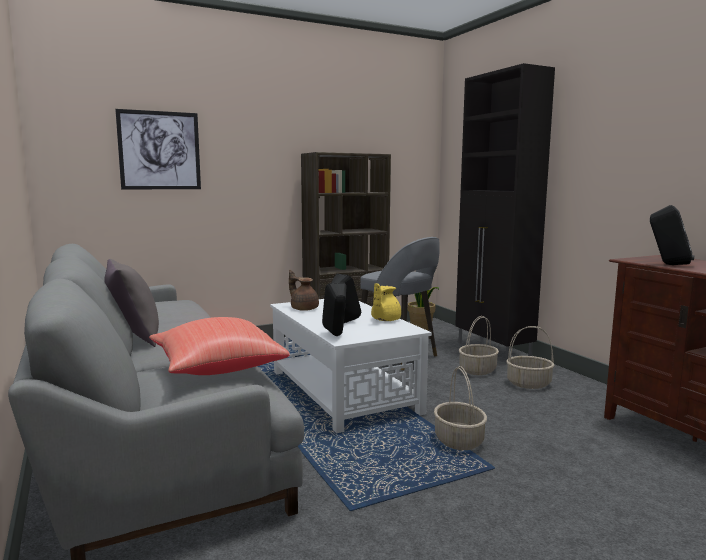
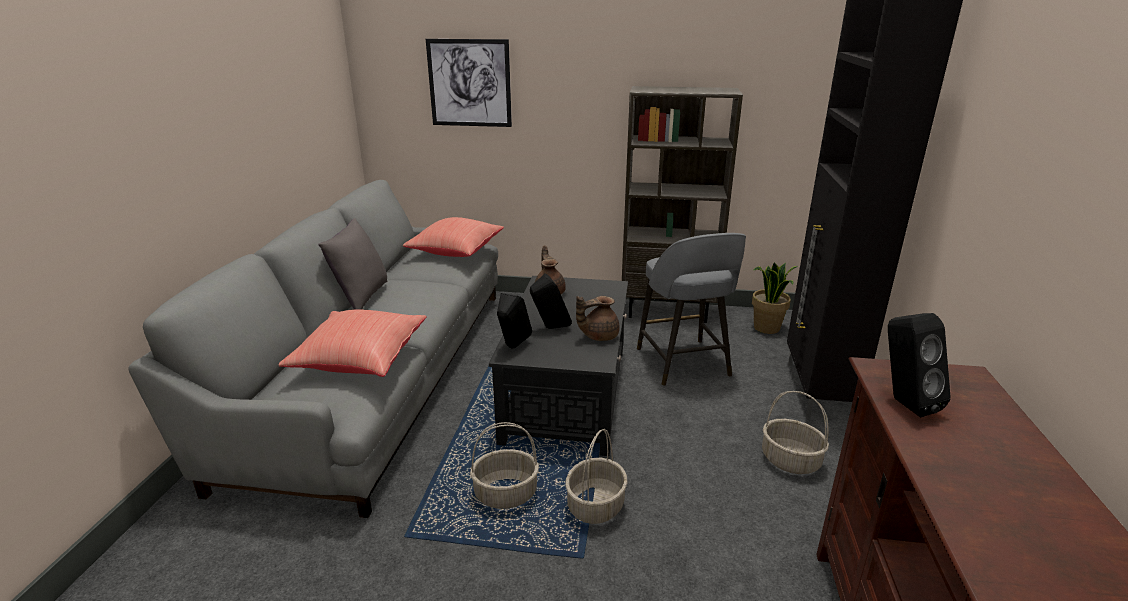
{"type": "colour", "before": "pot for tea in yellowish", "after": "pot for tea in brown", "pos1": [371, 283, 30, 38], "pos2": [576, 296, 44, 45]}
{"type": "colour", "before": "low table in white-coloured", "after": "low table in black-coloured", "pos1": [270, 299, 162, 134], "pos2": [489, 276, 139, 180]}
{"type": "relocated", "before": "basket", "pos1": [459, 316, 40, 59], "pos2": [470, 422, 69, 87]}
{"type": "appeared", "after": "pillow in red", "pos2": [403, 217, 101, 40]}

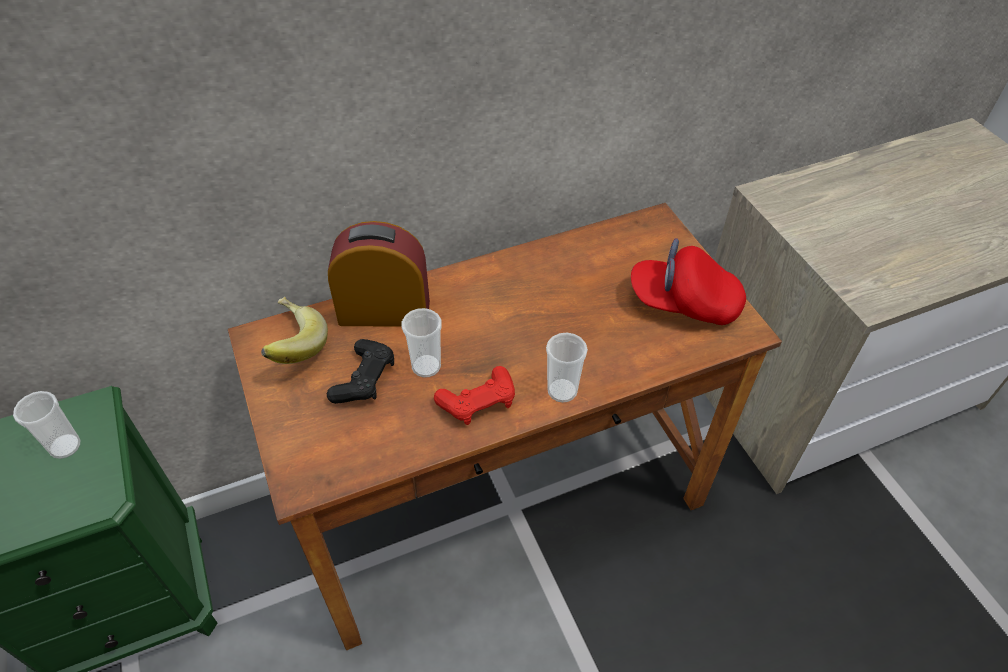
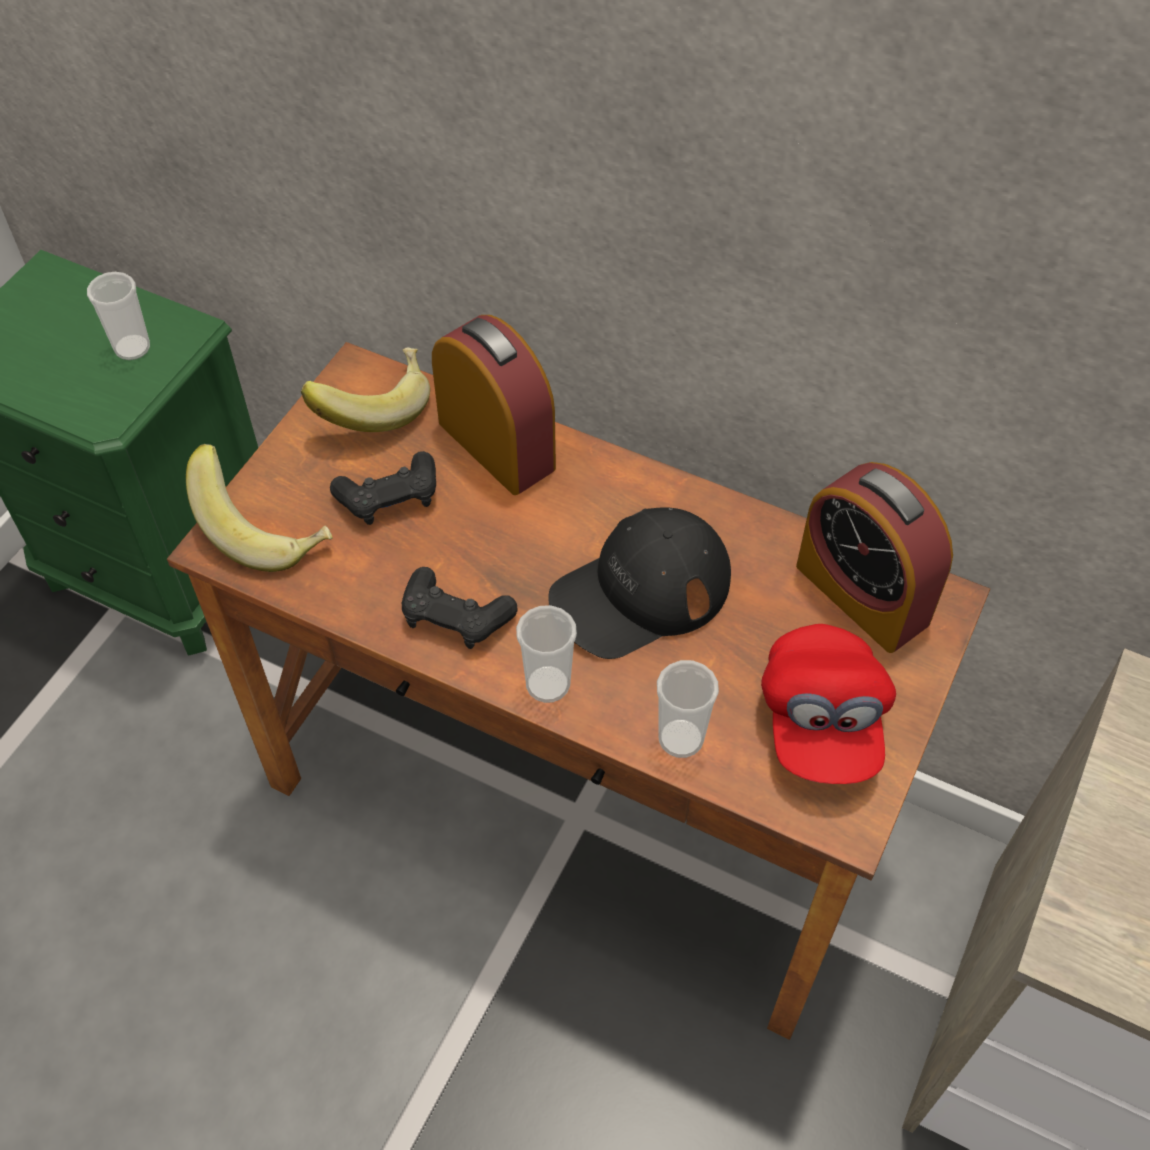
{"type": "spun", "before": "baseball cap in red", "pos1": [631, 238, 115, 87], "pos2": [761, 624, 135, 160], "turn": -150}
{"type": "relocated", "before": "drinking cup", "pos1": [402, 308, 40, 70], "pos2": [657, 660, 62, 98]}
{"type": "colour", "before": "joypad in red", "after": "joypad in black-coloured", "pos1": [434, 366, 81, 59], "pos2": [402, 567, 116, 82]}
{"type": "appeared", "after": "banana", "pos2": [186, 444, 147, 128]}
{"type": "appeared", "after": "bedside clock", "pos2": [796, 462, 157, 191]}
{"type": "appeared", "after": "baseball cap in black-coloured", "pos2": [548, 507, 183, 152]}

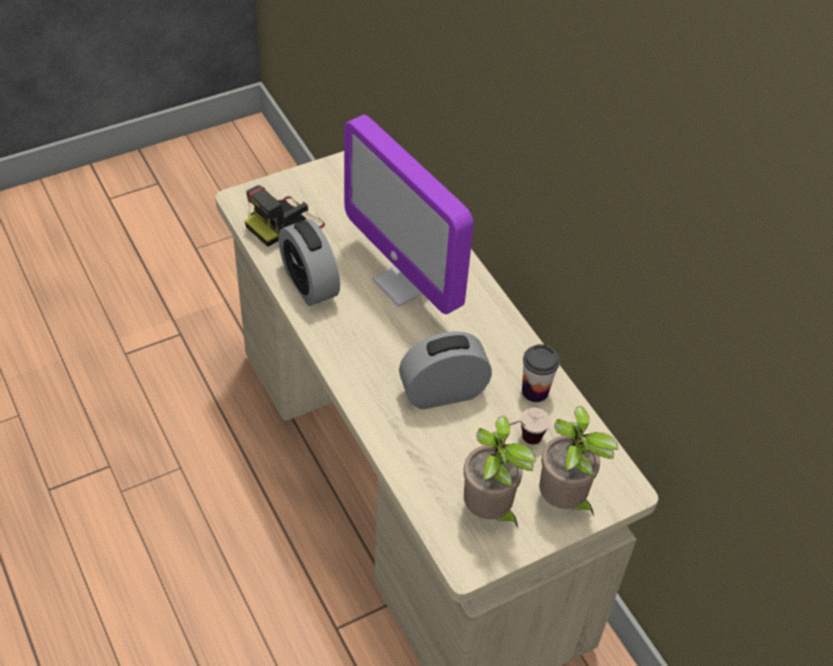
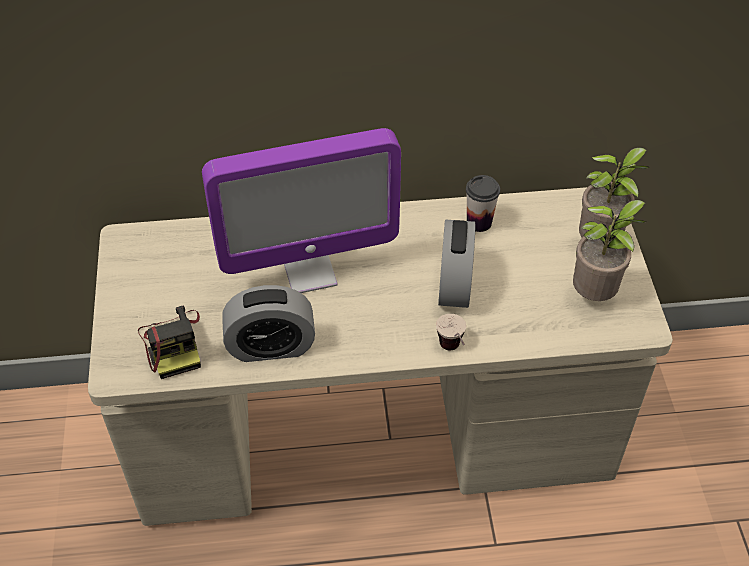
{"type": "relocated", "before": "drinking cup", "pos1": [510, 408, 40, 37], "pos2": [436, 314, 30, 36]}

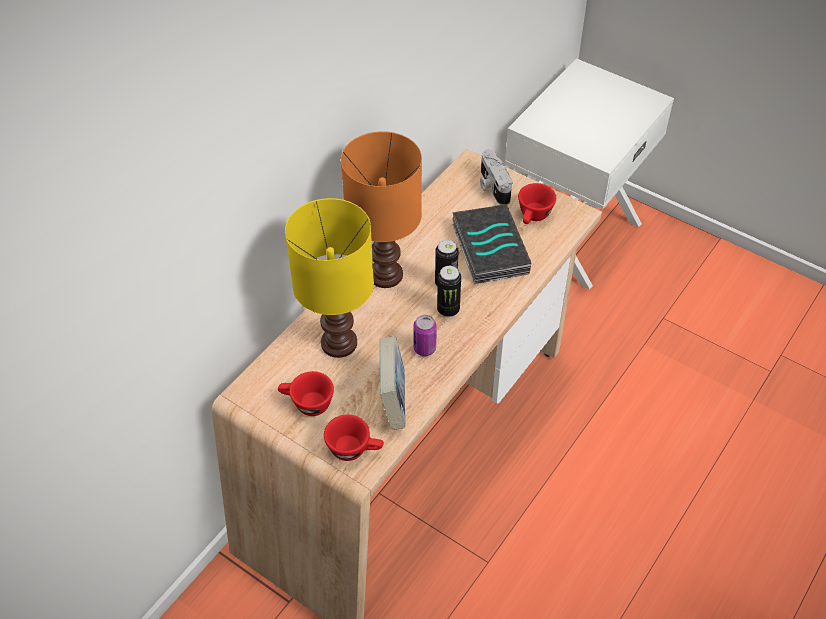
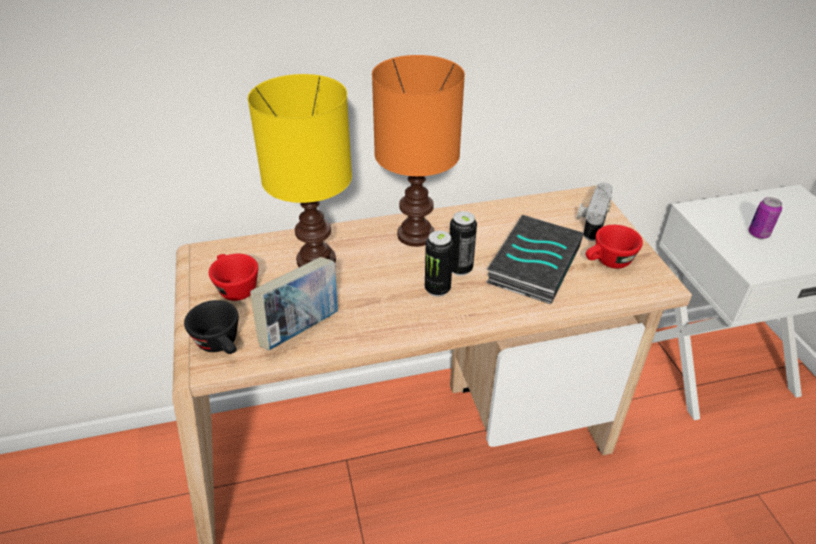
{"type": "relocated", "before": "metal can", "pos1": [413, 315, 24, 41], "pos2": [748, 197, 34, 42]}
{"type": "colour", "before": "drinking cup in red", "after": "drinking cup in black-coloured", "pos1": [324, 415, 60, 46], "pos2": [184, 300, 55, 54]}

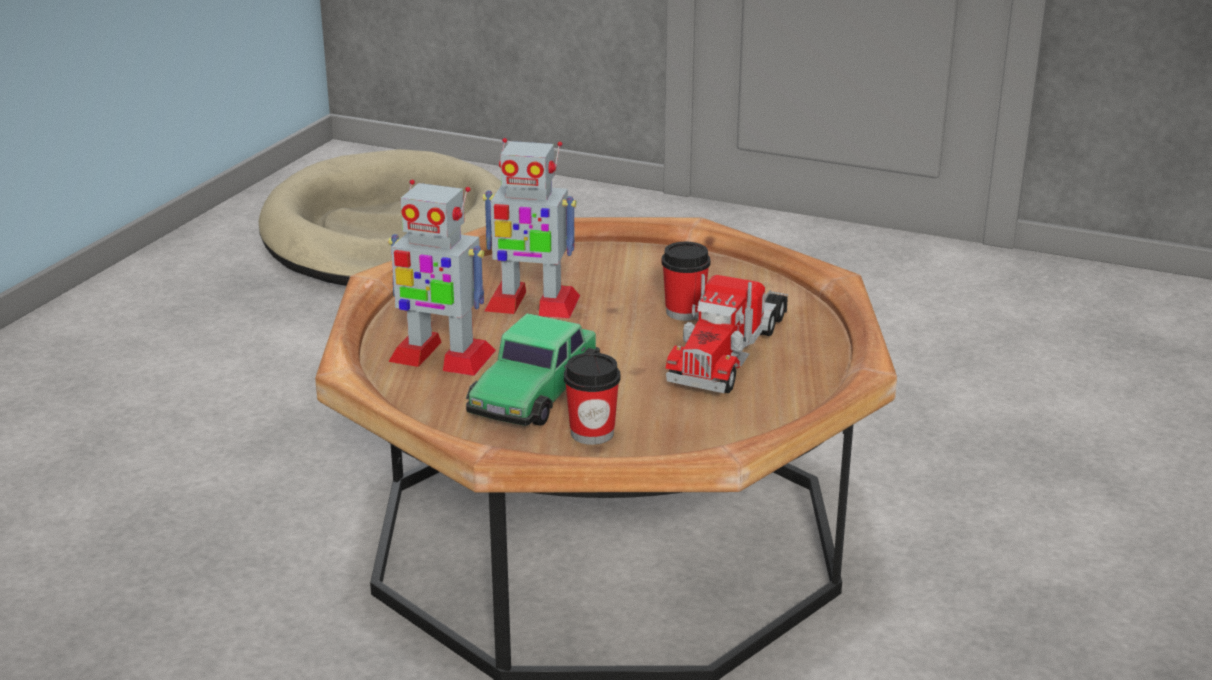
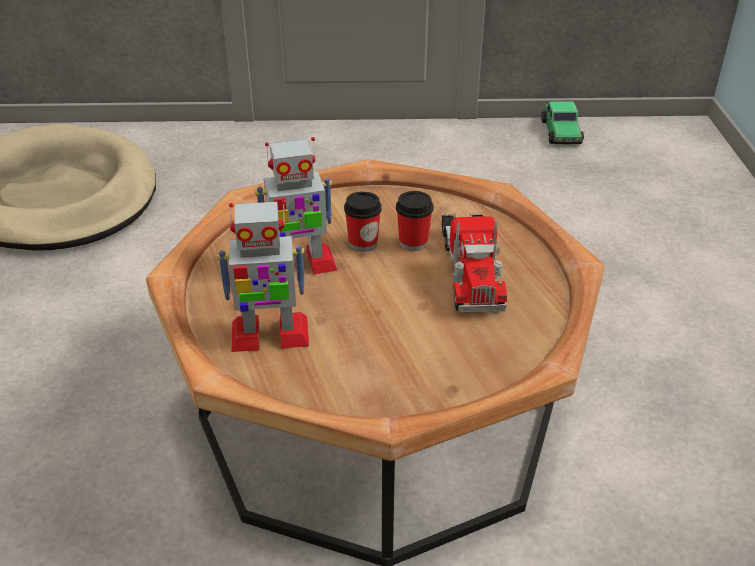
{"type": "relocated", "before": "miniature car", "pos1": [466, 313, 134, 113], "pos2": [542, 101, 42, 43]}
{"type": "relocated", "before": "drinking cup", "pos1": [564, 352, 57, 93], "pos2": [344, 191, 38, 61]}

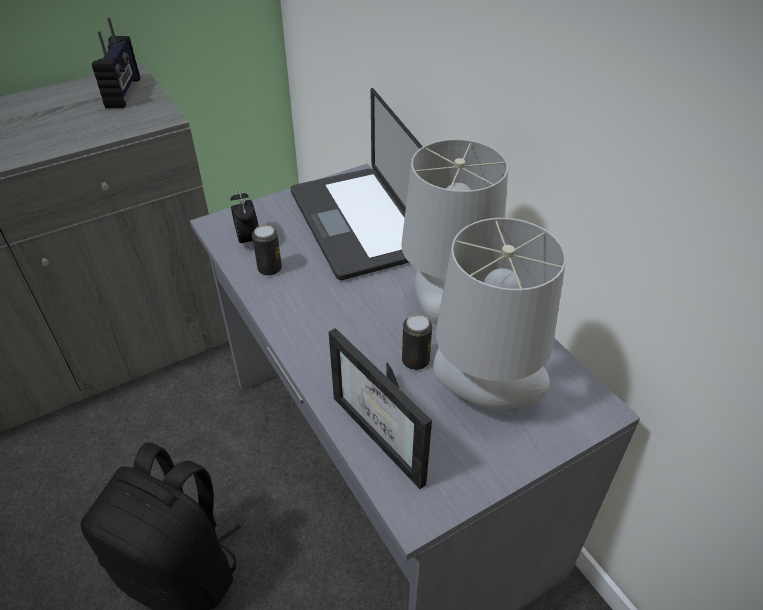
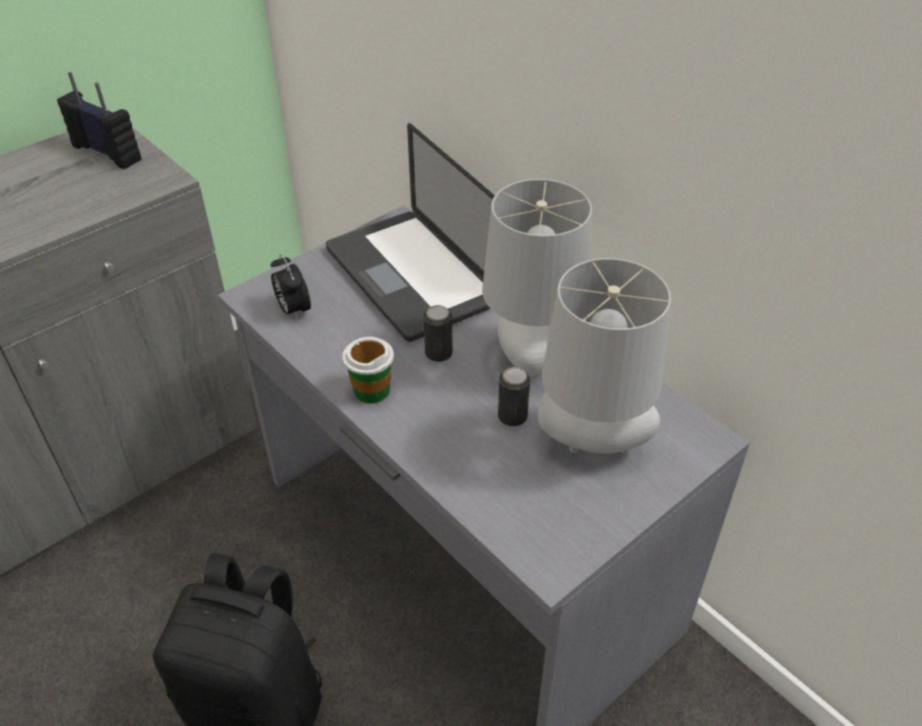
{"type": "spun", "before": "radio set", "pos1": [92, 18, 48, 90], "pos2": [57, 72, 85, 97], "turn": -45}
{"type": "relocated", "before": "metal can", "pos1": [252, 225, 30, 51], "pos2": [423, 305, 30, 57]}
{"type": "missing", "before": "standing frame", "pos1": [329, 328, 103, 161]}
{"type": "appeared", "after": "drinking cup", "pos2": [342, 337, 52, 67]}

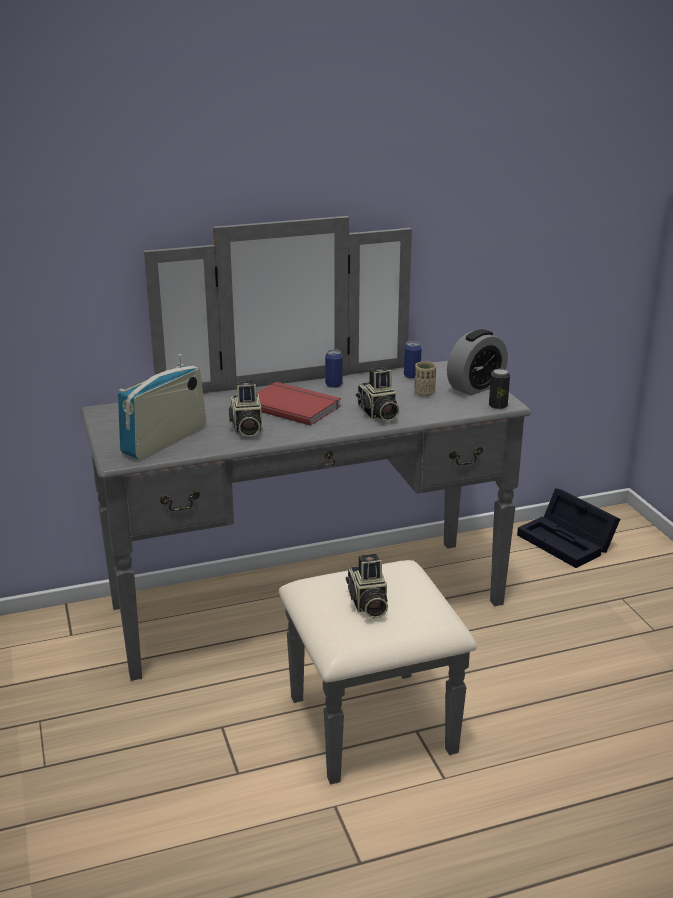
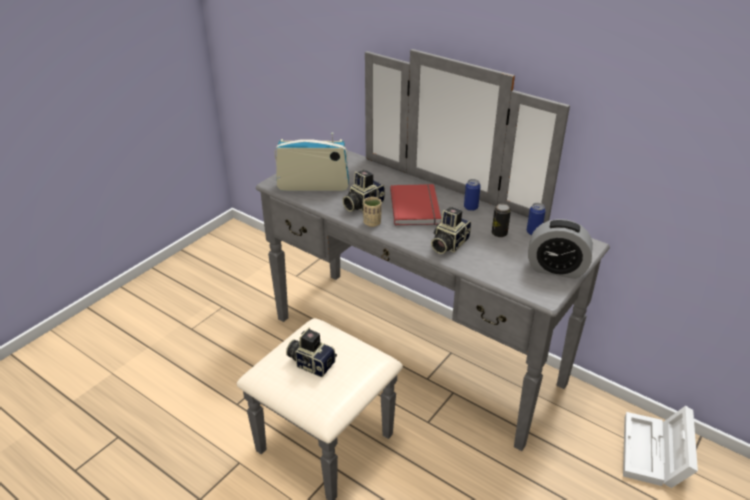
{"type": "relocated", "before": "drinking cup in beige-coloured", "pos1": [414, 361, 22, 35], "pos2": [363, 197, 19, 30]}
{"type": "relocated", "before": "metal can", "pos1": [489, 369, 21, 40], "pos2": [492, 204, 19, 33]}
{"type": "colour", "before": "storage box in black-coloured", "after": "storage box in white-coloured", "pos1": [517, 488, 103, 80], "pos2": [623, 406, 75, 82]}
{"type": "spun", "before": "photo camera", "pos1": [346, 554, 42, 65], "pos2": [286, 327, 51, 50], "turn": 75}

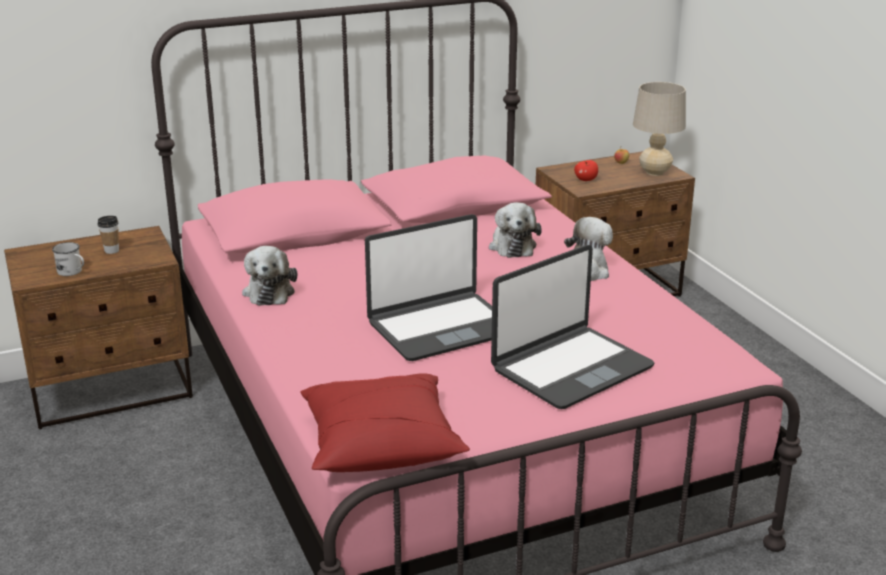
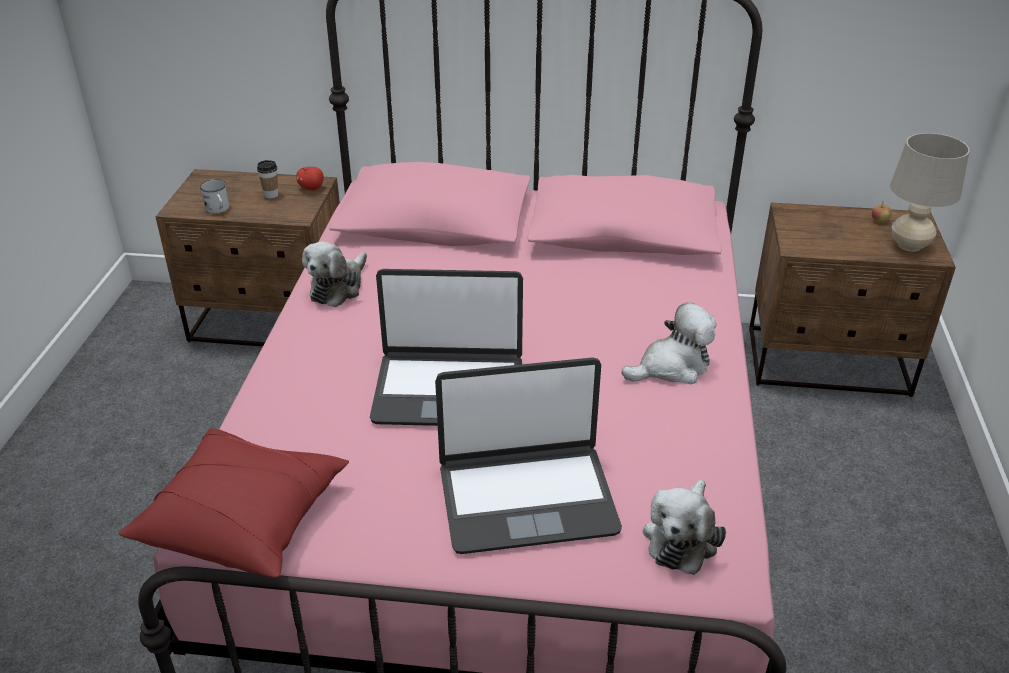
{"type": "relocated", "before": "apple fruit", "pos1": [574, 160, 24, 21], "pos2": [296, 167, 28, 23]}
{"type": "relocated", "before": "cuddly toy", "pos1": [489, 202, 53, 56], "pos2": [643, 479, 83, 96]}

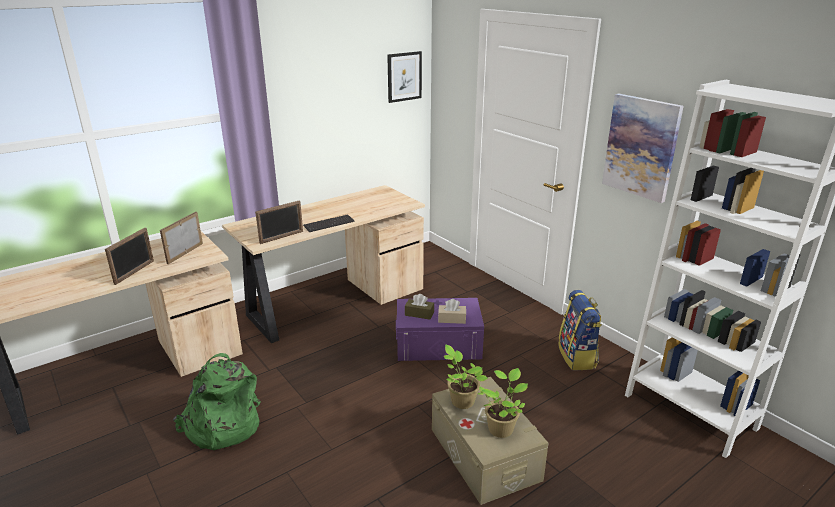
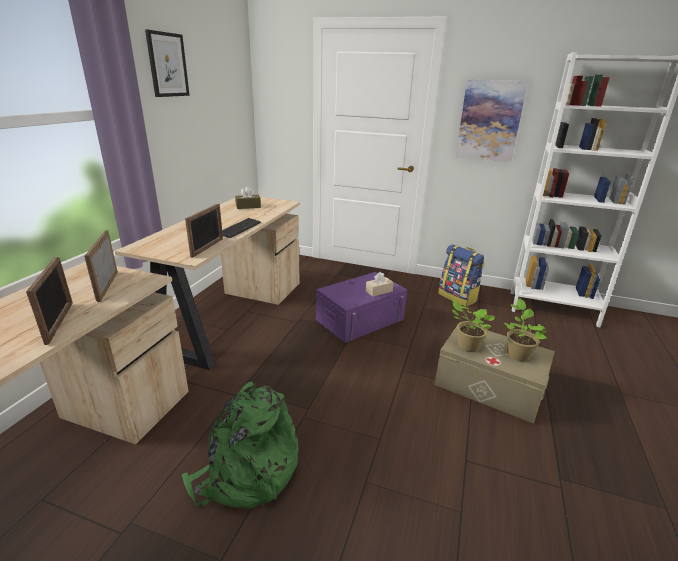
{"type": "relocated", "before": "picture", "pos1": [387, 51, 35, 52], "pos2": [145, 30, 45, 67]}
{"type": "relocated", "before": "tissue holder in brown", "pos1": [405, 294, 29, 26], "pos2": [235, 187, 26, 22]}

